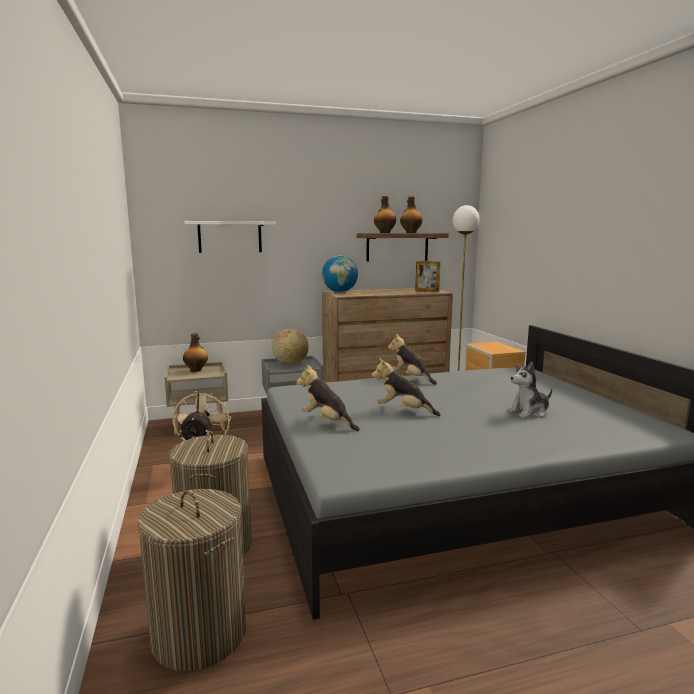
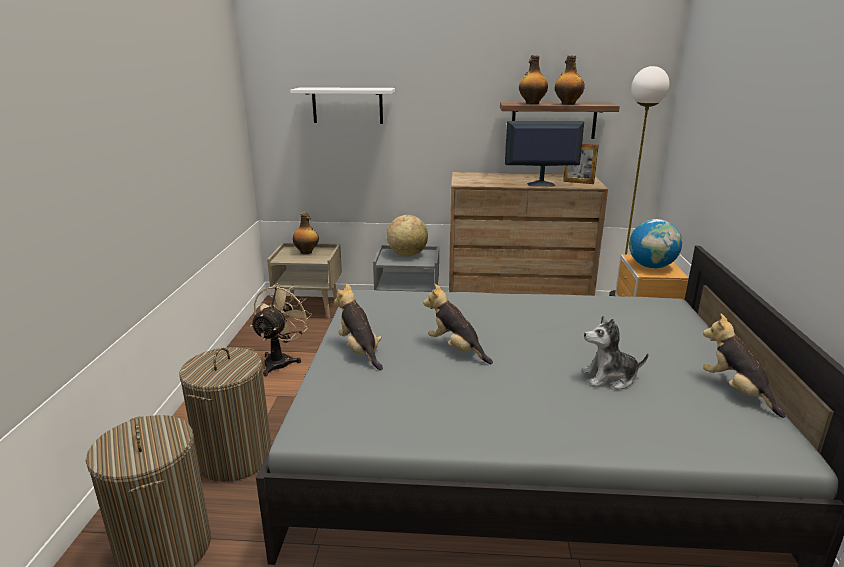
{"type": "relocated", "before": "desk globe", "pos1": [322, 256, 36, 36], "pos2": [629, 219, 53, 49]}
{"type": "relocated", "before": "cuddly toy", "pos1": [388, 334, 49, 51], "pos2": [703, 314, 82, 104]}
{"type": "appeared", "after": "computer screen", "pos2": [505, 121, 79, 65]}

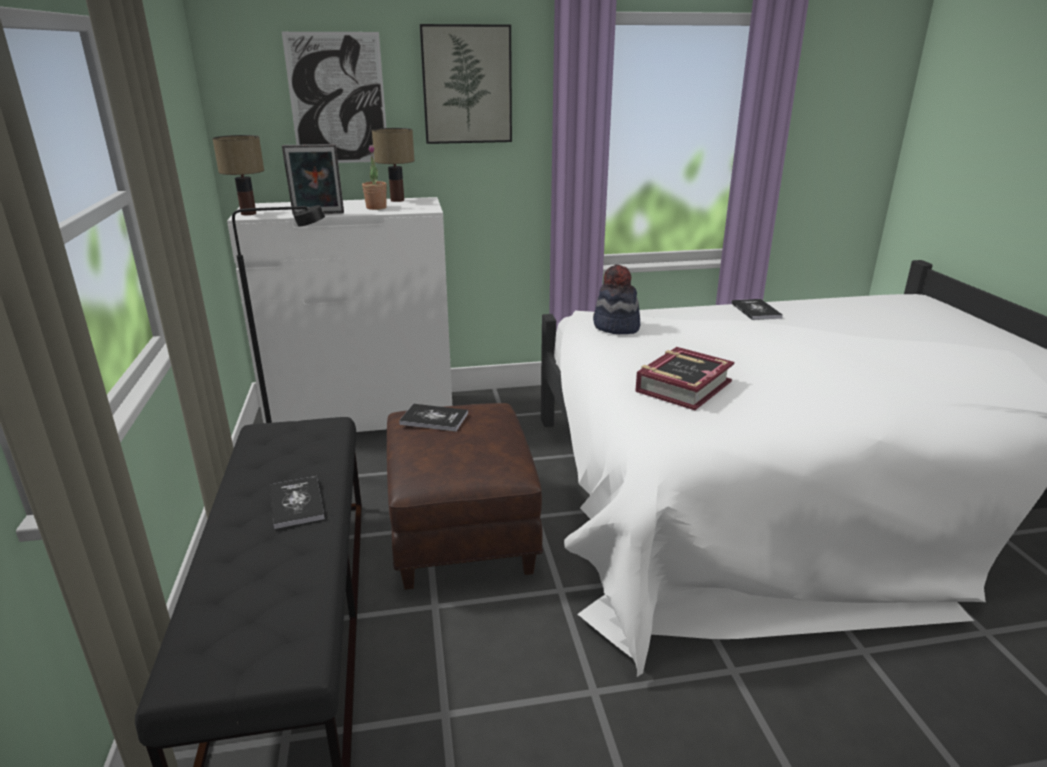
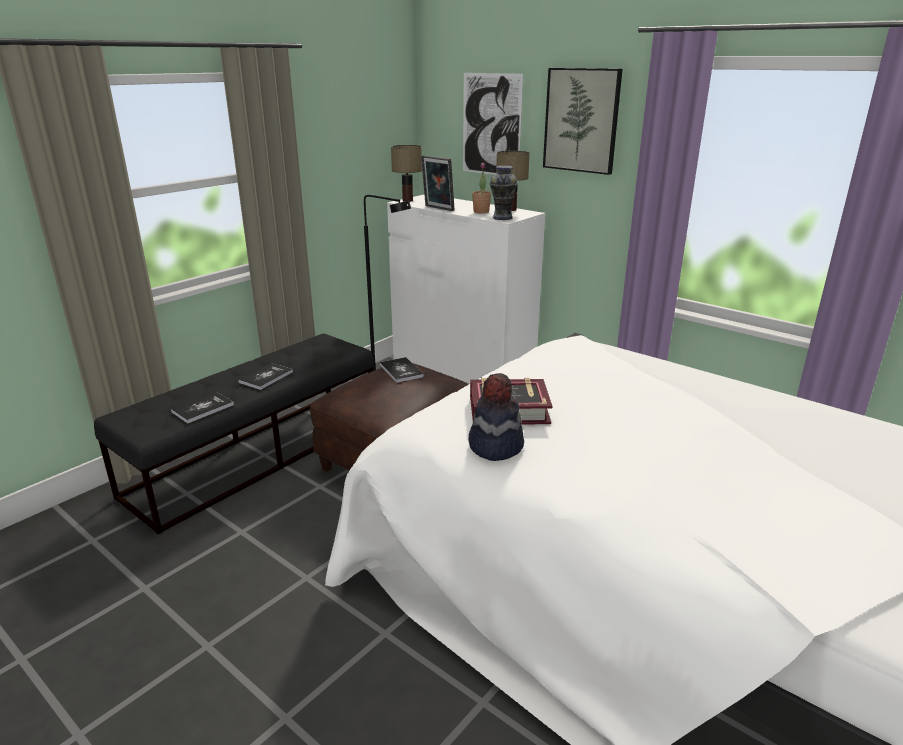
{"type": "relocated", "before": "clothing hat", "pos1": [593, 265, 47, 69], "pos2": [468, 373, 56, 88]}
{"type": "relocated", "before": "book", "pos1": [731, 299, 52, 21], "pos2": [171, 392, 63, 31]}
{"type": "appeared", "after": "vase", "pos2": [490, 166, 28, 54]}

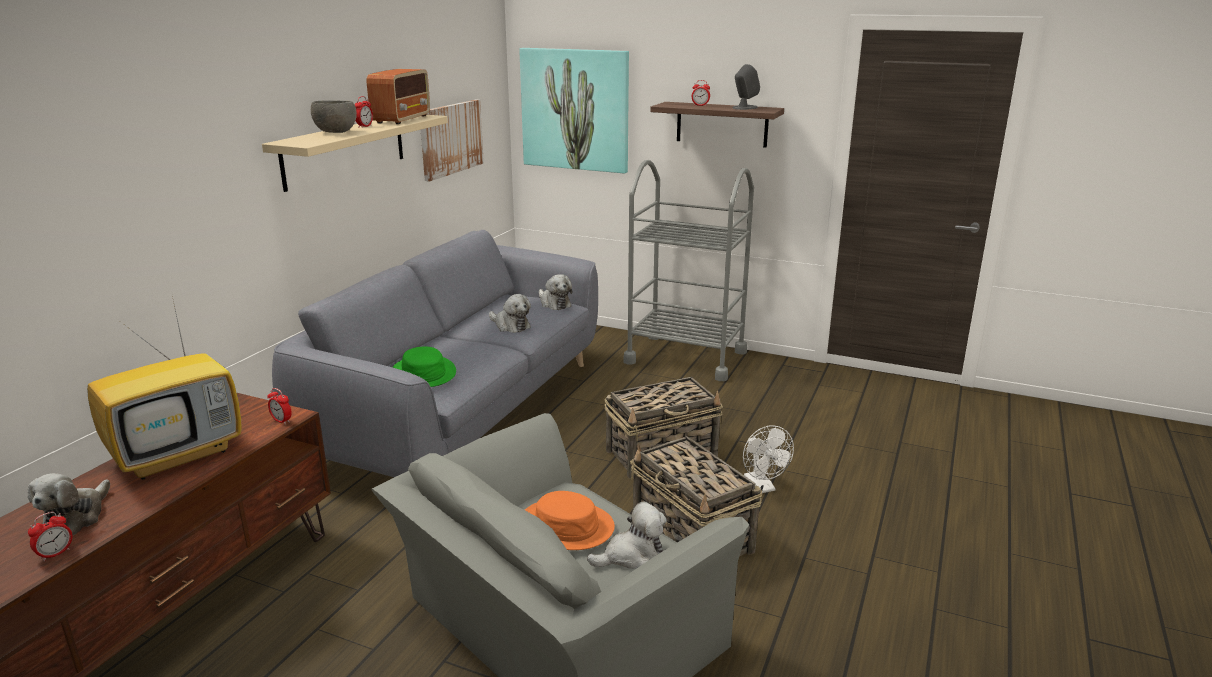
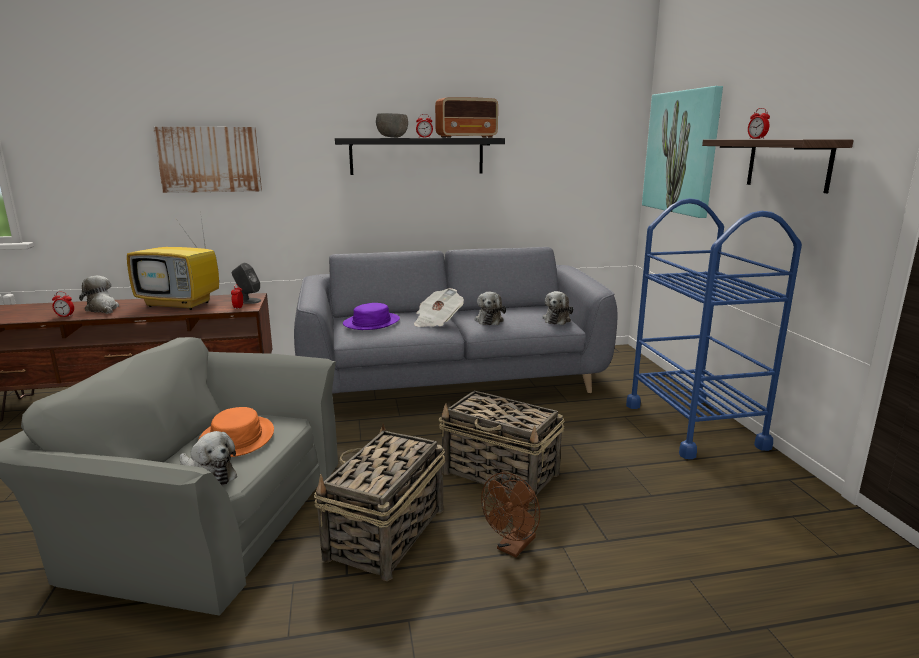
{"type": "relocated", "before": "audio speaker in gray", "pos1": [733, 64, 27, 46], "pos2": [232, 263, 29, 41]}
{"type": "relocated", "before": "picture", "pos1": [421, 100, 63, 82], "pos2": [153, 127, 109, 66]}
{"type": "colour", "before": "shelf in beige-coloured", "after": "shelf in black-coloured", "pos1": [262, 115, 186, 77], "pos2": [335, 138, 170, 37]}
{"type": "colour", "before": "wheeled cart in gray", "after": "wheeled cart in blue-coloured", "pos1": [623, 160, 131, 221], "pos2": [626, 198, 176, 261]}
{"type": "colour", "before": "clothing hat in greenish", "after": "clothing hat in purple-coloured", "pos1": [393, 347, 63, 40], "pos2": [343, 303, 57, 27]}
{"type": "colour", "before": "electric fan in white-coloured", "after": "electric fan in brown", "pos1": [743, 425, 51, 68], "pos2": [481, 472, 59, 86]}
{"type": "spun", "before": "cuddly toy", "pos1": [28, 473, 82, 63], "pos2": [79, 275, 40, 39], "turn": 75}
{"type": "appeared", "after": "daily paper", "pos2": [414, 288, 50, 39]}

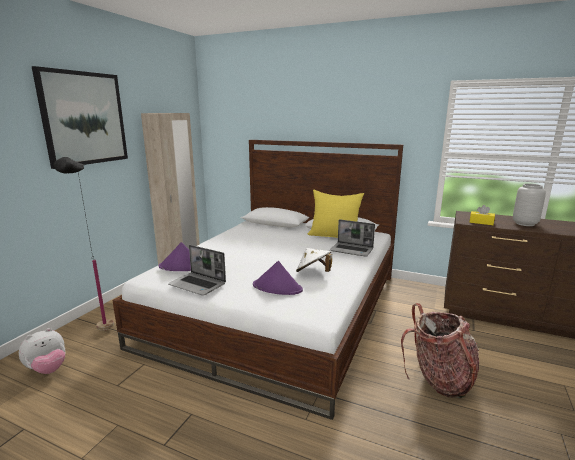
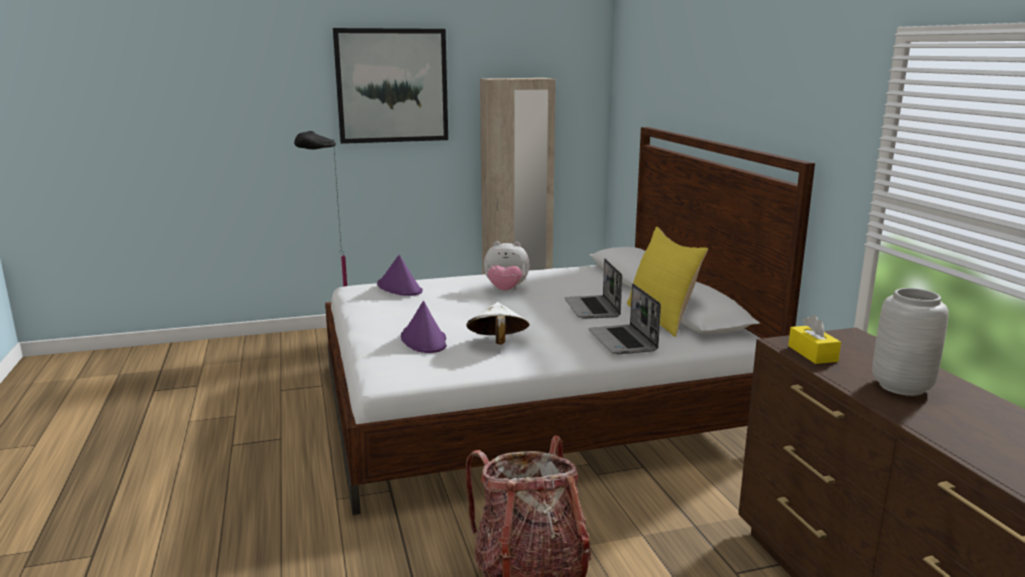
{"type": "relocated", "before": "notebook computer", "pos1": [168, 245, 58, 50], "pos2": [564, 259, 58, 60]}
{"type": "relocated", "before": "cuddly toy", "pos1": [19, 328, 47, 46], "pos2": [484, 241, 46, 50]}

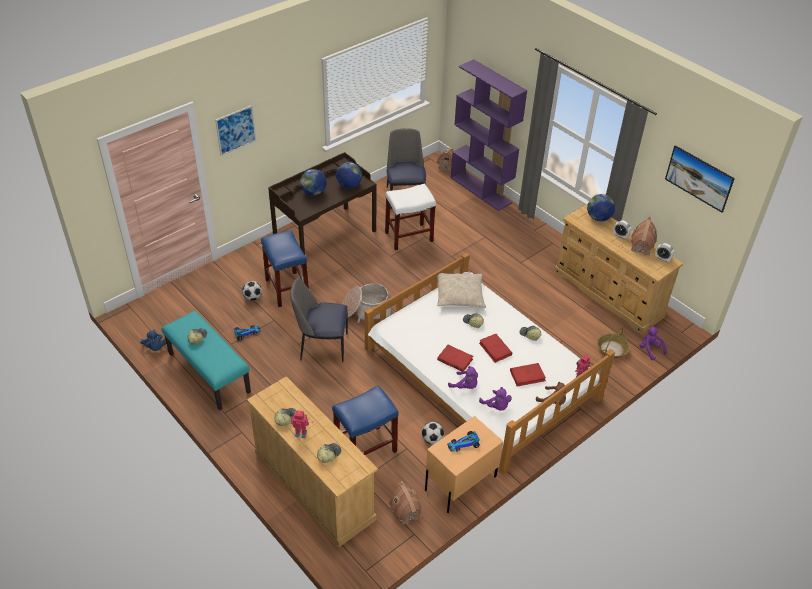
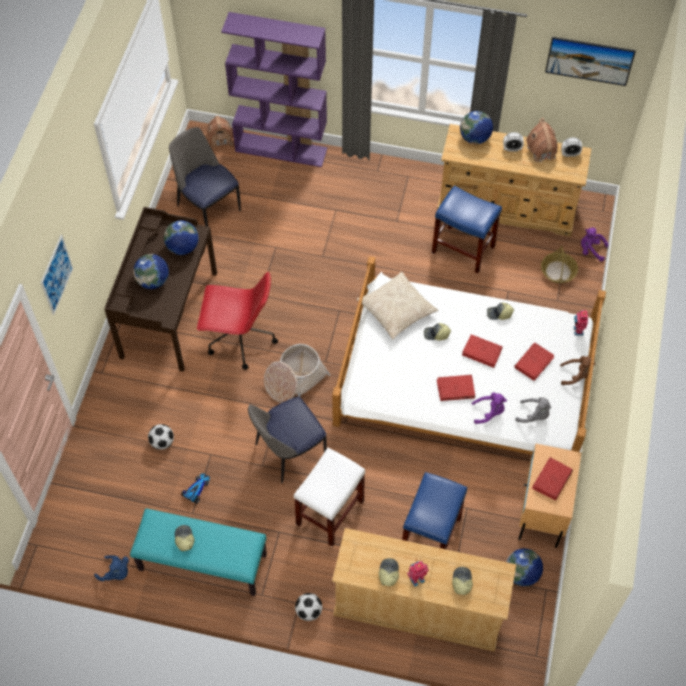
{"type": "relocated", "before": "stool seat in white-coloured", "pos1": [385, 184, 51, 67], "pos2": [294, 448, 71, 99]}
{"type": "relocated", "before": "stool seat in blue-coloured", "pos1": [261, 230, 48, 77], "pos2": [432, 186, 70, 88]}
{"type": "colour", "before": "cuddly toy in purple-coloured", "after": "cuddly toy in gray", "pos1": [479, 387, 33, 24], "pos2": [515, 397, 36, 26]}
{"type": "relocated", "before": "football", "pos1": [421, 422, 23, 22], "pos2": [295, 593, 27, 28]}
{"type": "exchanged", "before": "miniature car", "after": "book in red", "pos1": [447, 431, 33, 21], "pos2": [532, 457, 41, 43]}
{"type": "exchanged", "before": "toy house", "after": "desk globe", "pos1": [389, 481, 32, 44], "pos2": [506, 549, 37, 37]}
{"type": "appeared", "after": "computer chair in red", "pos2": [197, 271, 81, 99]}

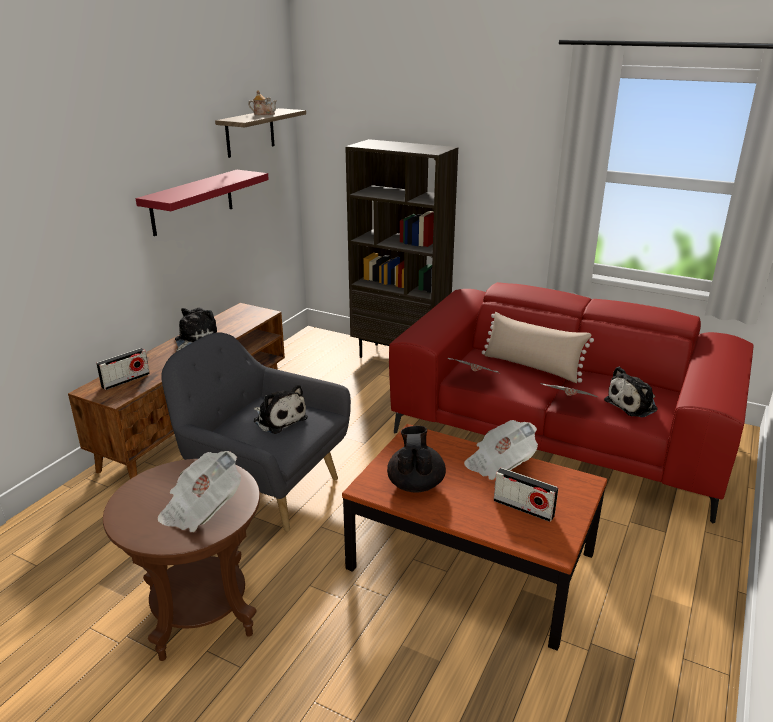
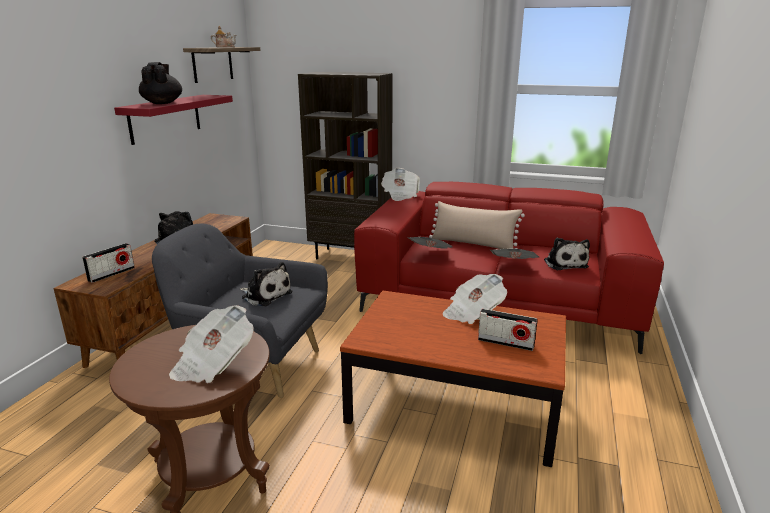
{"type": "spun", "before": "cuddly toy", "pos1": [604, 366, 54, 51], "pos2": [544, 238, 46, 32], "turn": -60}
{"type": "relocated", "before": "pot for tea in black-coloured", "pos1": [387, 426, 59, 67], "pos2": [139, 62, 43, 42]}
{"type": "appeared", "after": "daily paper", "pos2": [381, 168, 39, 33]}

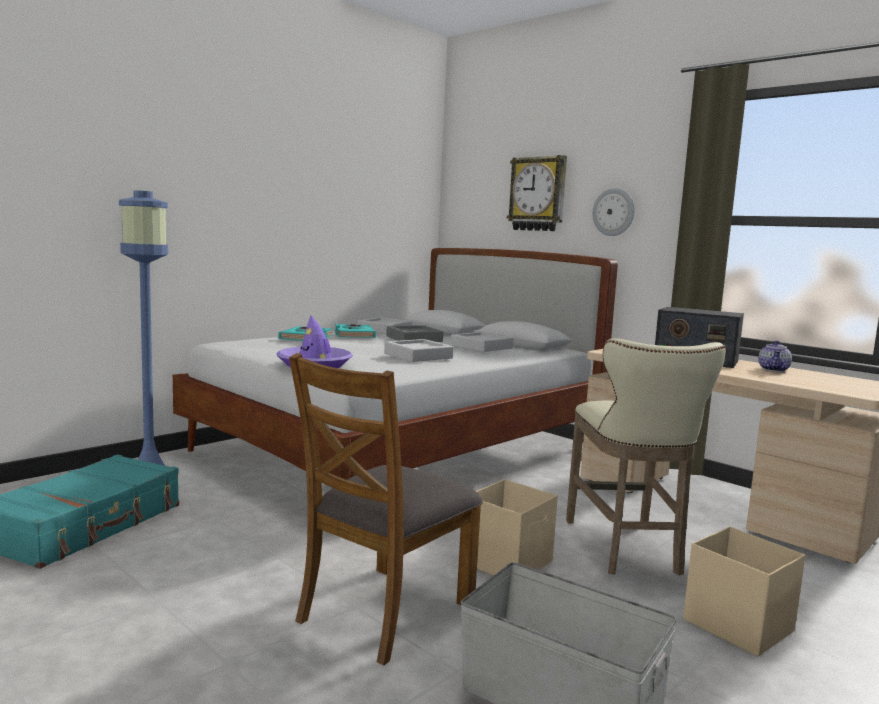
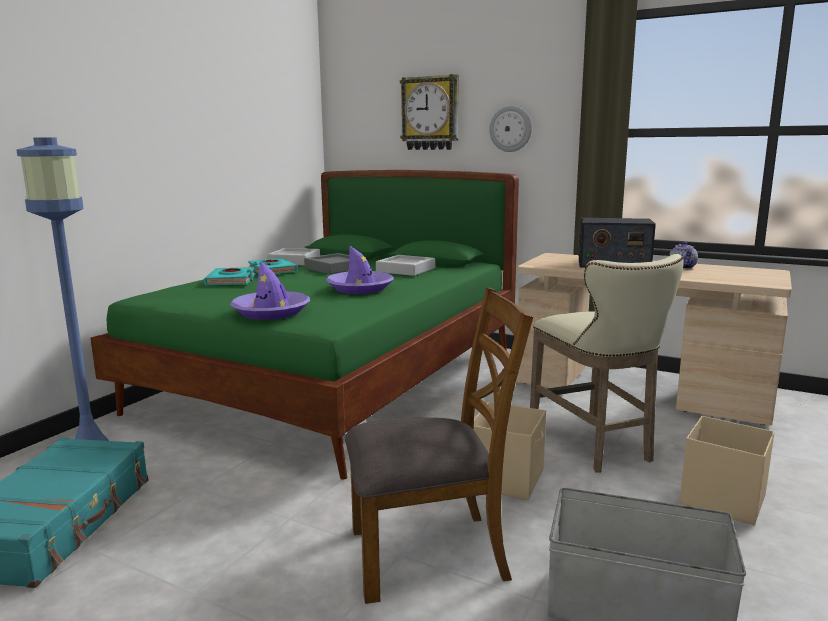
{"type": "colour", "before": "sleeping bed in white-coloured", "after": "sleeping bed in greenish", "pos1": [173, 248, 445, 232], "pos2": [91, 170, 428, 309]}
{"type": "exchanged", "before": "tray in gray", "after": "clothing hat in purple-coloured", "pos1": [384, 339, 70, 23], "pos2": [326, 245, 68, 49]}
{"type": "spun", "before": "upright chair in brown", "pos1": [289, 353, 194, 313], "pos2": [345, 287, 188, 317], "turn": -120}

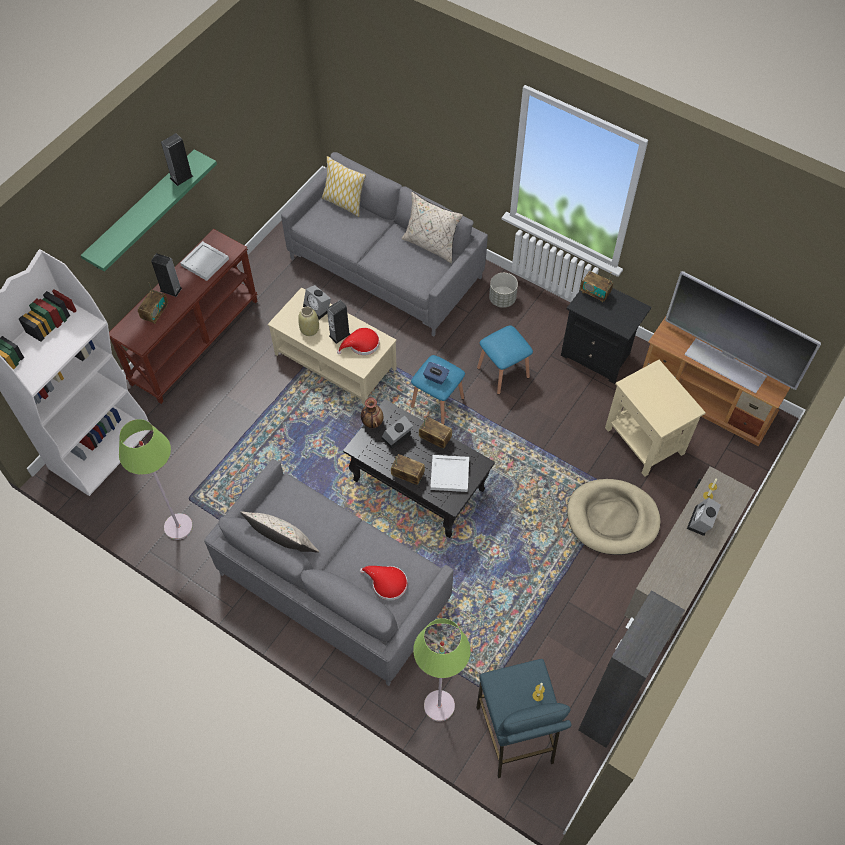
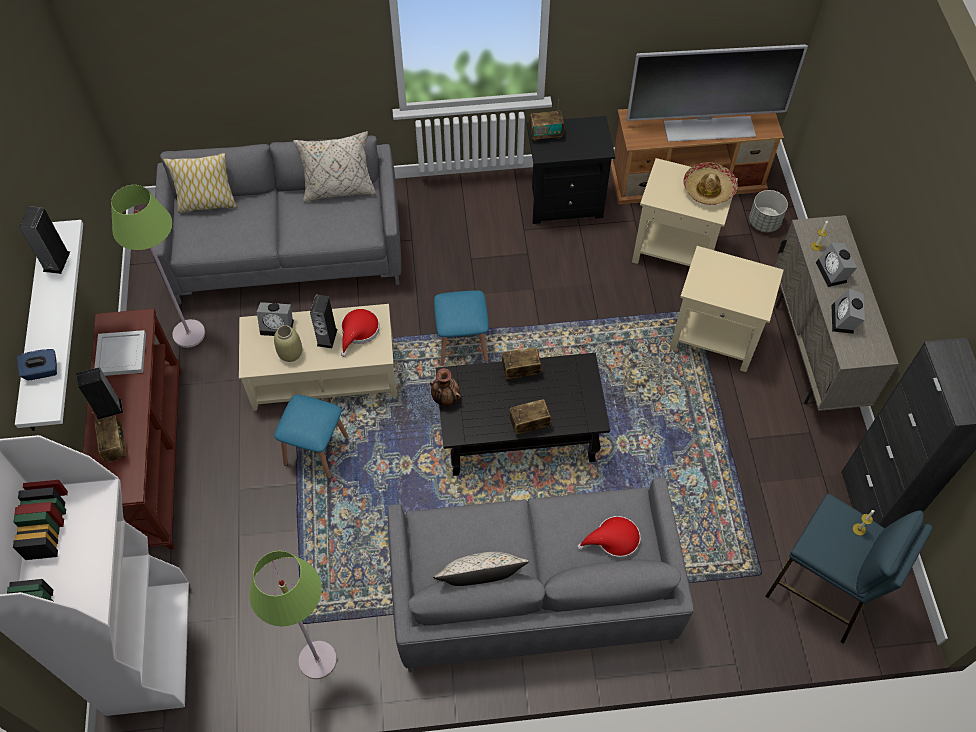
{"type": "colour", "before": "shelf in greenish", "after": "shelf in white-coloured", "pos1": [81, 149, 136, 123], "pos2": [15, 220, 68, 211]}
{"type": "relocated", "before": "planter in gray", "pos1": [489, 273, 29, 35], "pos2": [749, 190, 39, 42]}
{"type": "relocated", "before": "stool seat in blue-coloured", "pos1": [477, 325, 56, 70], "pos2": [274, 395, 75, 83]}
{"type": "relocated", "before": "tissue holder in blue-coloured", "pos1": [423, 362, 26, 23], "pos2": [17, 349, 40, 31]}
{"type": "relocated", "before": "bedside clock", "pos1": [381, 416, 32, 33], "pos2": [831, 289, 34, 45]}
{"type": "missing", "before": "tray in white-coloured", "pos1": [430, 455, 39, 37]}
{"type": "exchanged", "before": "dog cushion in beige-coloured", "after": "end table in beige-coloured", "pos1": [567, 479, 93, 76], "pos2": [670, 246, 114, 126]}
{"type": "relocated", "before": "standard lamp in greenish", "pos1": [413, 618, 58, 104], "pos2": [111, 185, 94, 163]}
{"type": "appeared", "after": "clothing hat", "pos2": [683, 162, 55, 43]}

